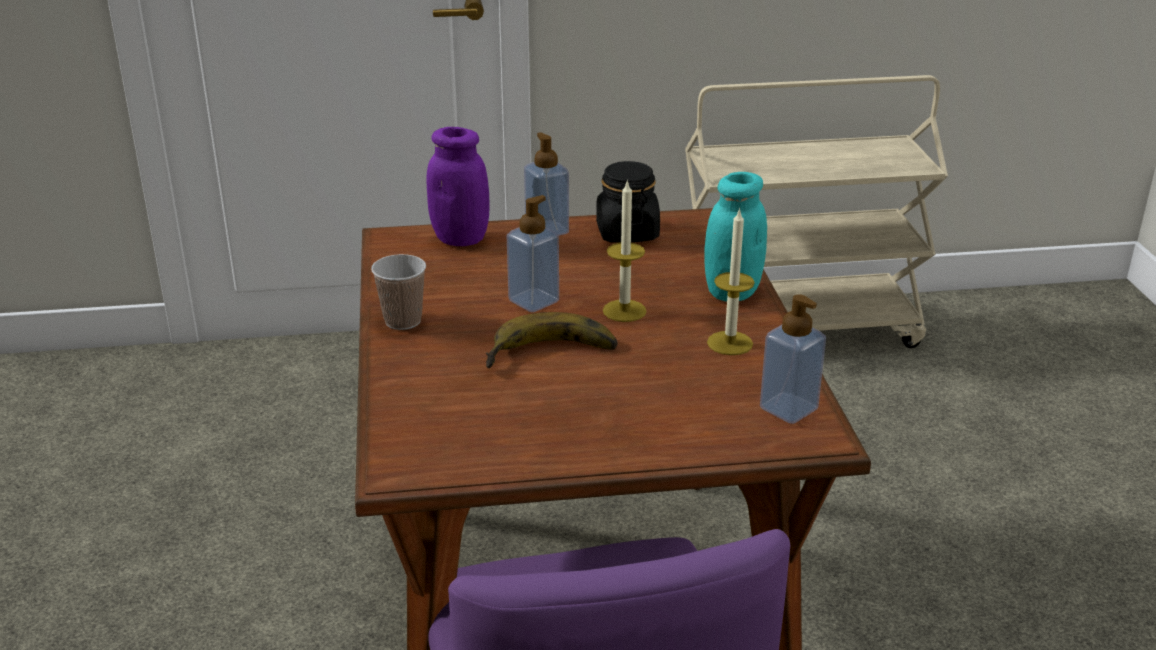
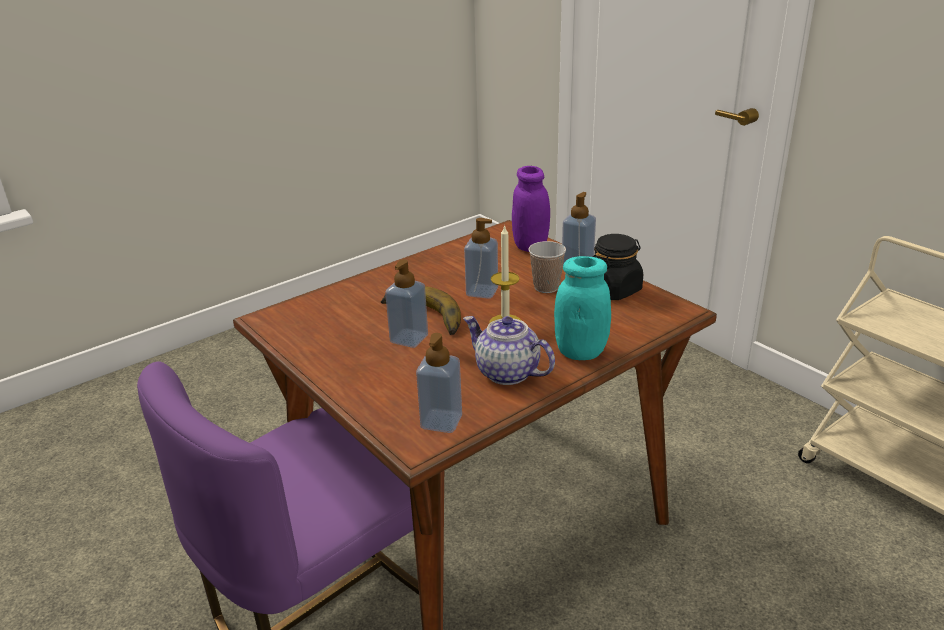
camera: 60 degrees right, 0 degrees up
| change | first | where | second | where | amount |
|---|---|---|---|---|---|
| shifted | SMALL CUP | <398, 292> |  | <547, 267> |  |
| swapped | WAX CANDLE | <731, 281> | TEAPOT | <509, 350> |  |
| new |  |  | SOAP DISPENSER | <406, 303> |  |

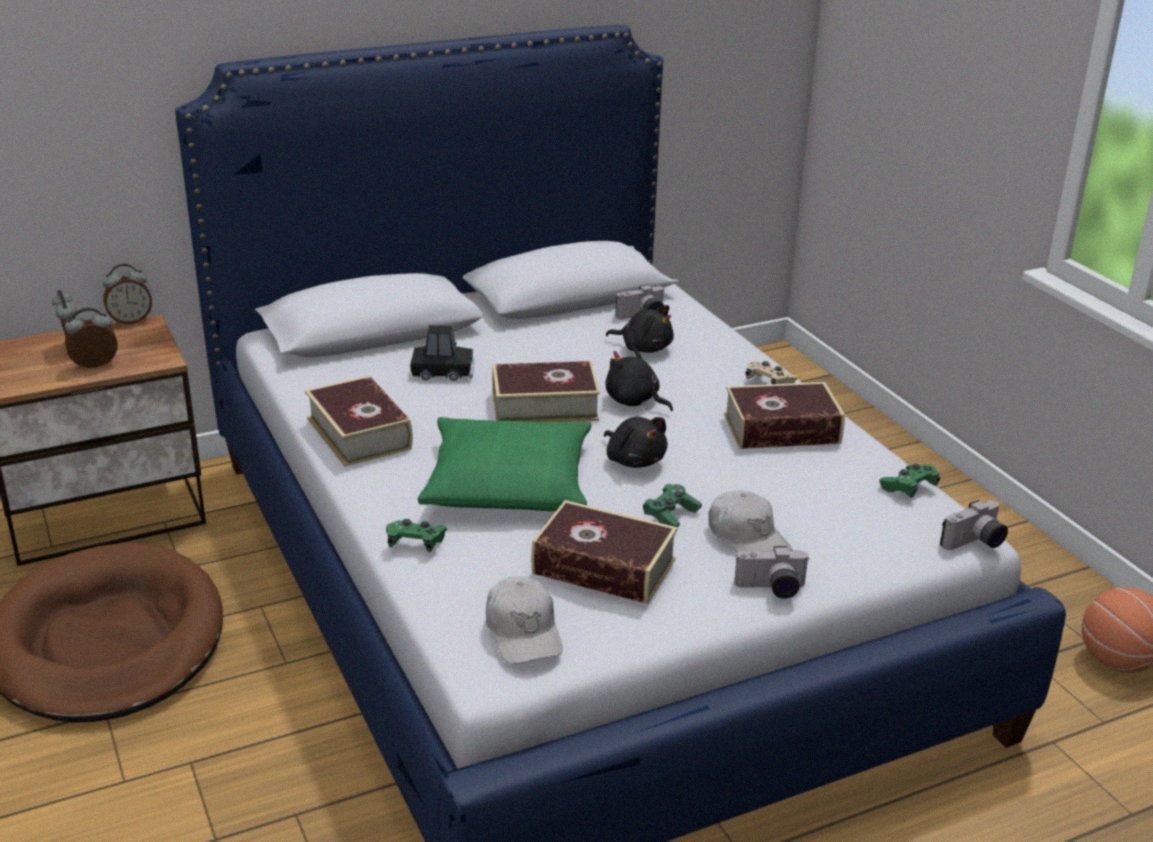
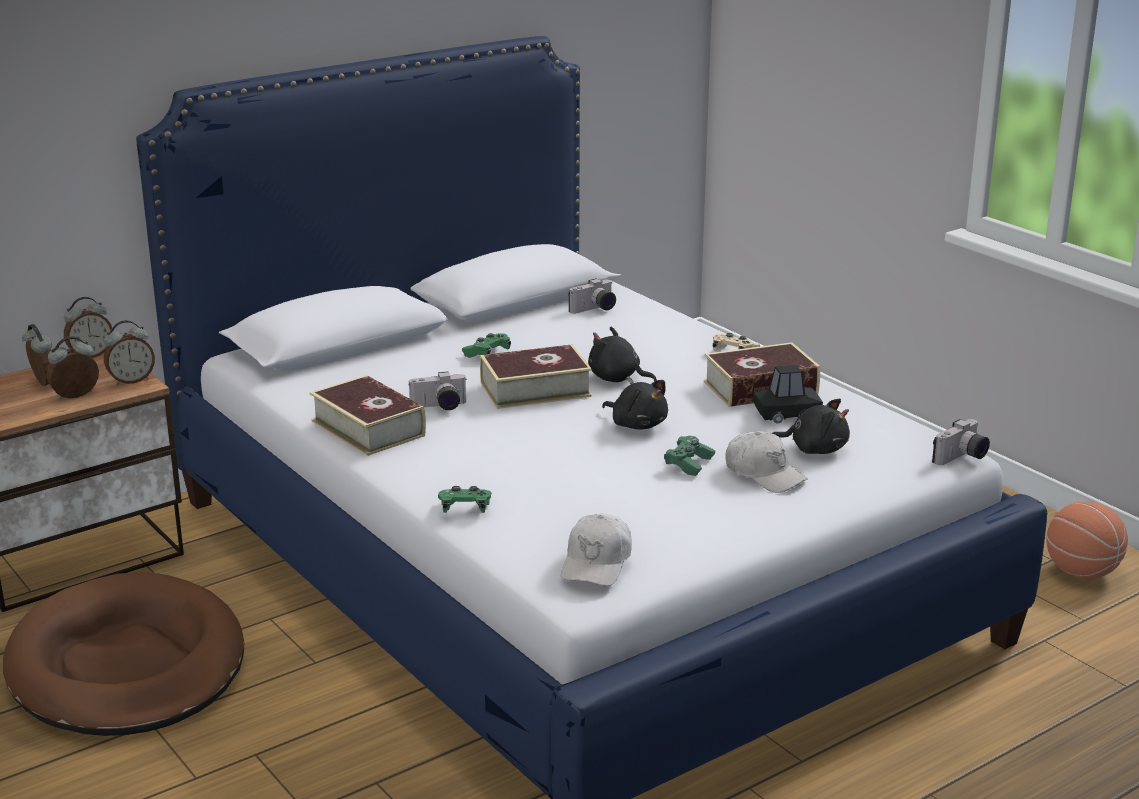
camera: 10 degrees left, 5 degrees down
| change | first | where | second | where | amount |
|---|---|---|---|---|---|
| shifted | BLACKISH MINIATURE CAR | <442, 353> |  | <788, 394> |  |
| gone | GREEN THROW PILLOW | <504, 464> |  |  |  |
| rotated | WHITE BASEBALL CAP | <524, 620> |  | <596, 549> | 45 degrees clockwise |
| gone | BOUND BOOK | <604, 552> |  |  |  |
| shifted | BLACKISH CUDDLY TOY | <640, 329> |  | <810, 426> |  |
| shifted | PHOTO CAMERA | <772, 572> |  | <437, 390> |  |
| shifted | GREEN JOYPAD | <909, 481> |  | <486, 345> |  |
| new |  |  | ALARM CLOCK | <129, 352> |  |

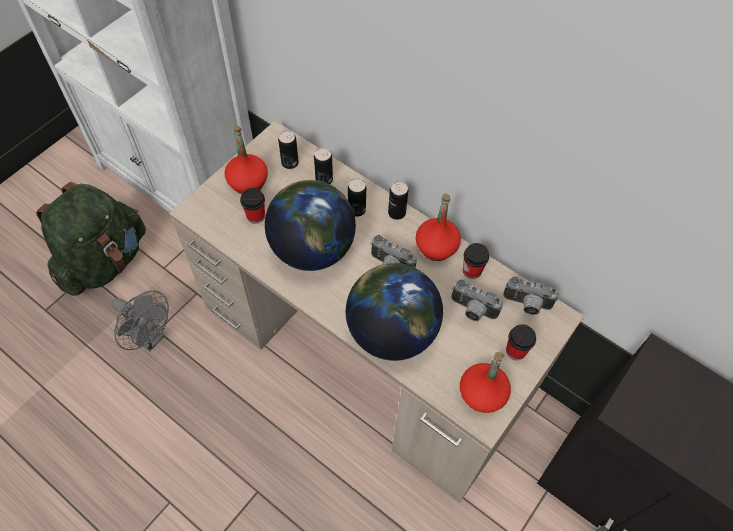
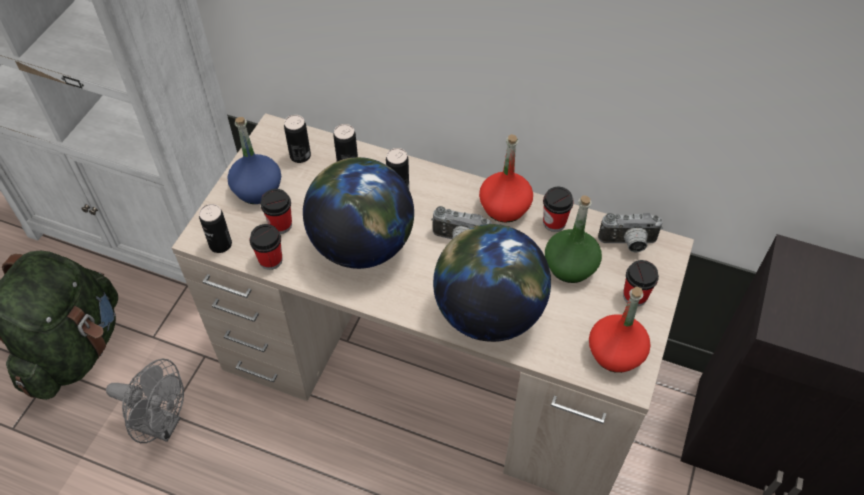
camera: 15 degrees left, 5 degrees down
| change | first | where | second | where | amount |
|---|---|---|---|---|---|
| repainted | REDDISH DRINK BOTTLE | <246, 160> | BLUISH DRINK BOTTLE | <254, 160> |  |
| shifted | CAN | <398, 200> |  | <215, 228> |  |
| swapped | PHOTO CAMERA | <477, 300> | GREEN DRINK BOTTLE | <573, 239> |  |
| new |  |  | SMALL CUP | <266, 247> |  |

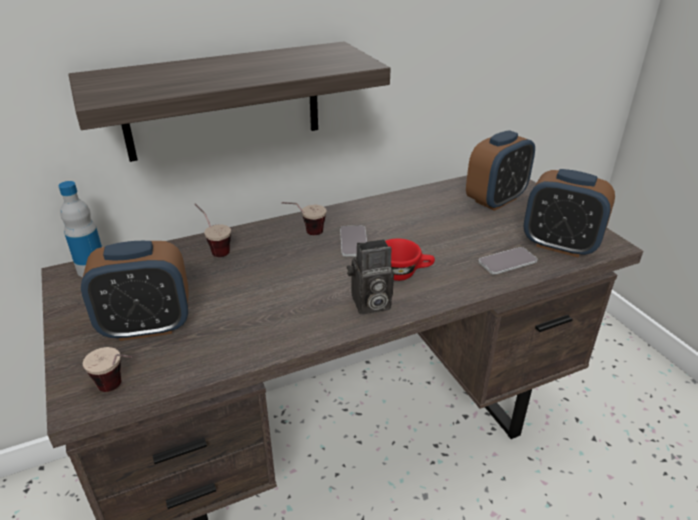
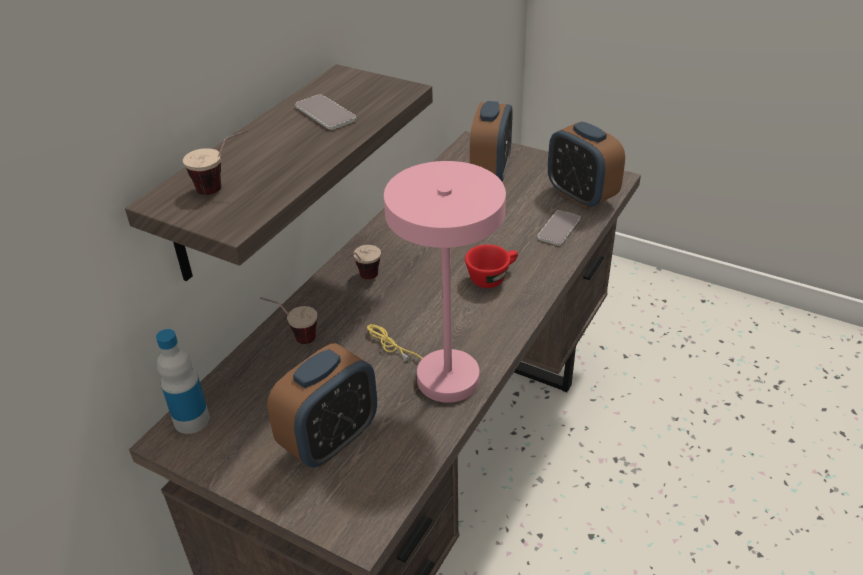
camera: 35 degrees left, 5 degrees up
| change | first | where | second | where | amount |
|---|---|---|---|---|---|
| shifted | SMALL CUP | <107, 369> |  | <215, 162> |  |
| shifted | HANDSET | <353, 241> |  | <325, 112> |  |
| gone | PHOTO CAMERA | <370, 276> |  |  |  |
| rotated | ALARM CLOCK | <569, 213> |  | <586, 165> | 60 degrees clockwise |
| new |  |  | PINKISH LAMP FOR A TABLE | <436, 282> |  |

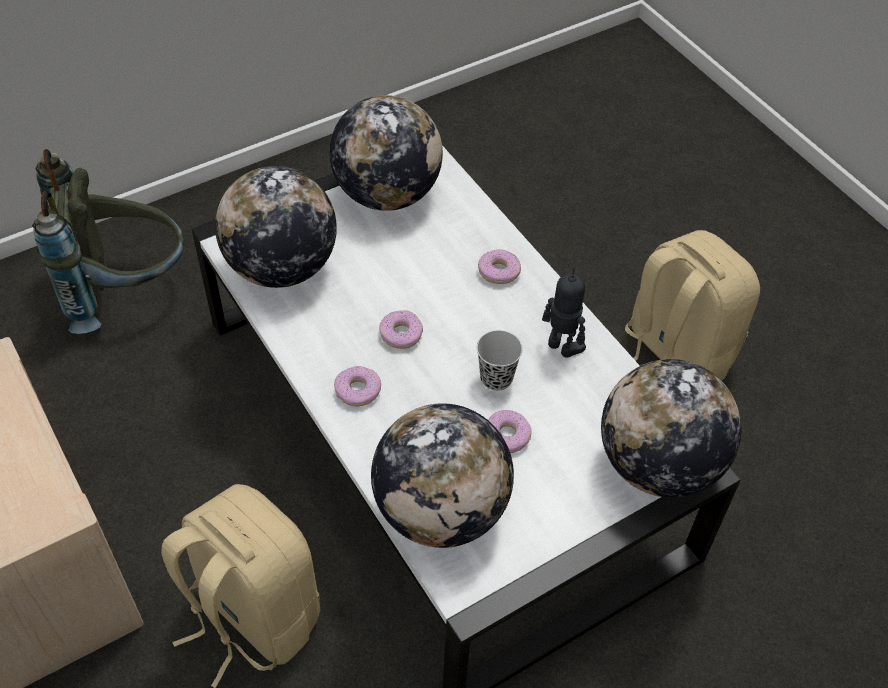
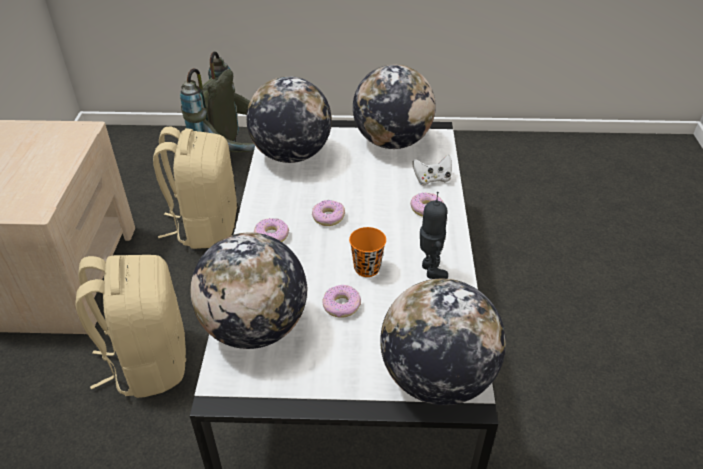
camera: 35 degrees right, 10 degrees down
| change | first | where | second | where | amount |
|---|---|---|---|---|---|
| repainted | BLACKISH SMALL CUP | <500, 360> | ORANGEY SMALL CUP | <367, 252> |  |
| shifted | BEIGE KNAPSACK | <692, 305> |  | <195, 188> |  |
| new |  |  | WHITE JOYPAD | <432, 170> |  |

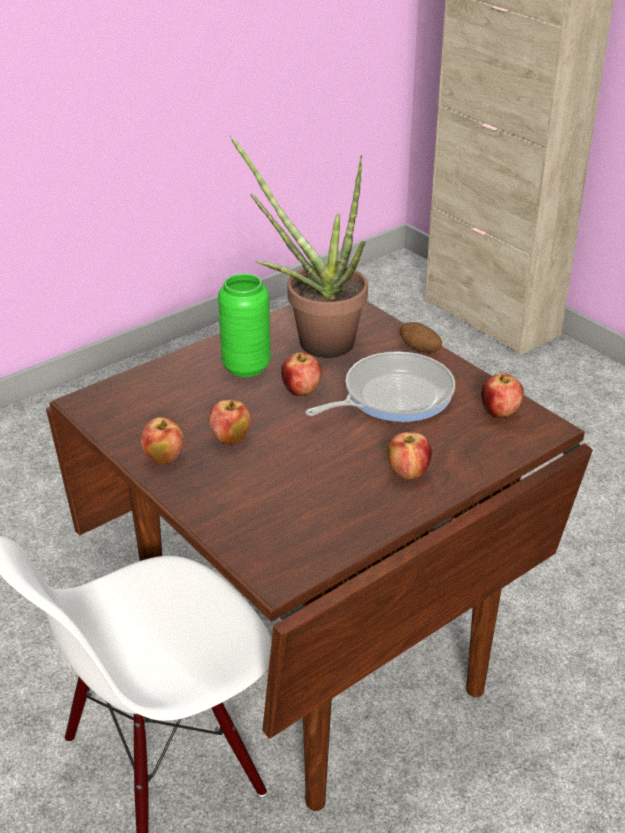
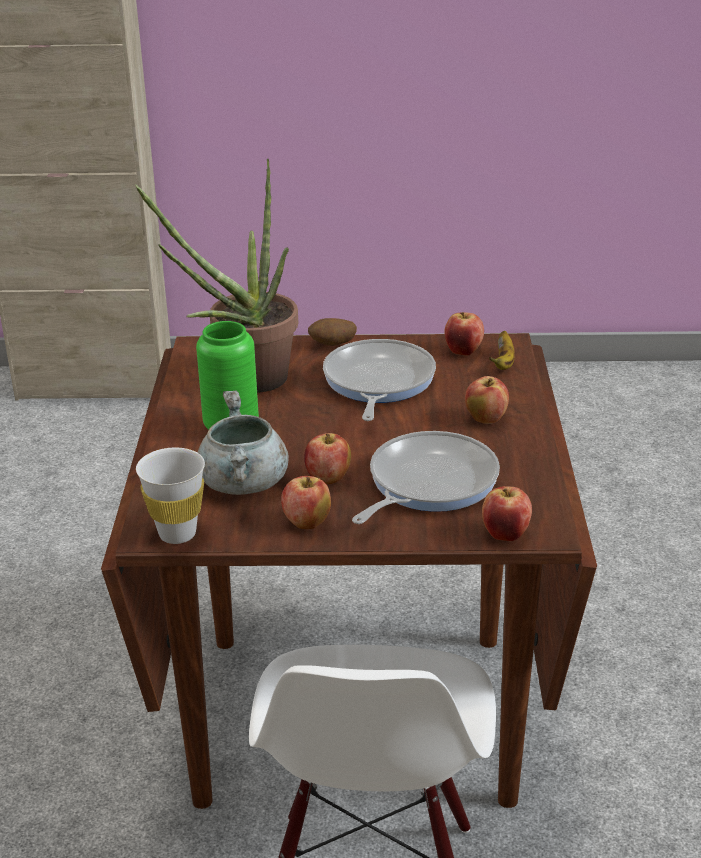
camera: 50 degrees left, 5 degrees down
| change | first | where | second | where | amount |
|---|---|---|---|---|---|
| shifted | APPLE FRUIT | <301, 374> |  | <507, 513> |  |
| new |  |  | WHITE SMALL CUP | <170, 496> |  |
| new |  |  | GREY STOCKPOT | <243, 442> |  |
| new |  |  | PAN | <426, 477> |  |
| new |  |  | WHOLE BANANA | <502, 350> |  |

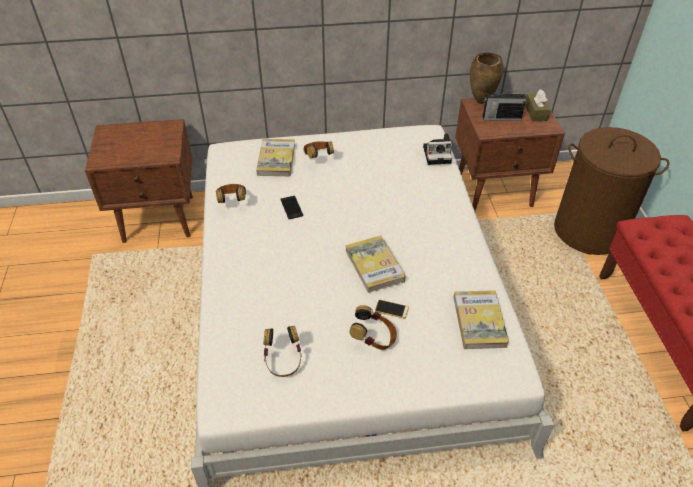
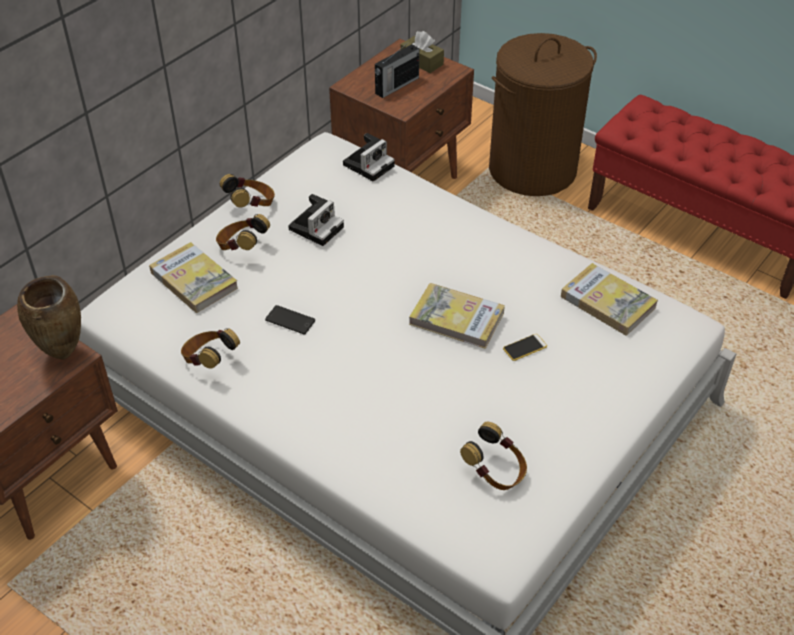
camera: 45 degrees left, 0 degrees up
| change | first | where | second | where | amount |
|---|---|---|---|---|---|
| shifted | HEADSET | <373, 327> |  | <247, 191> |  |
| shifted | BROWNISH FLOWER VASE | <486, 78> |  | <49, 317> |  |
| new |  |  | PHOTO CAMERA | <316, 220> |  |

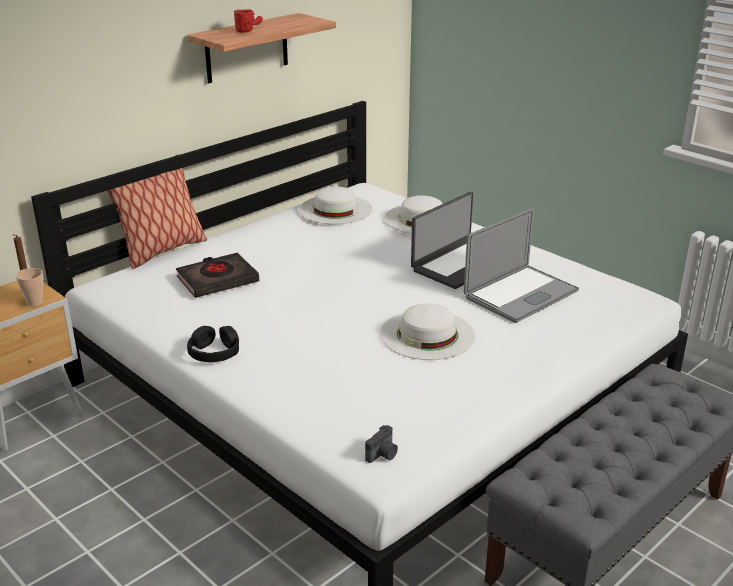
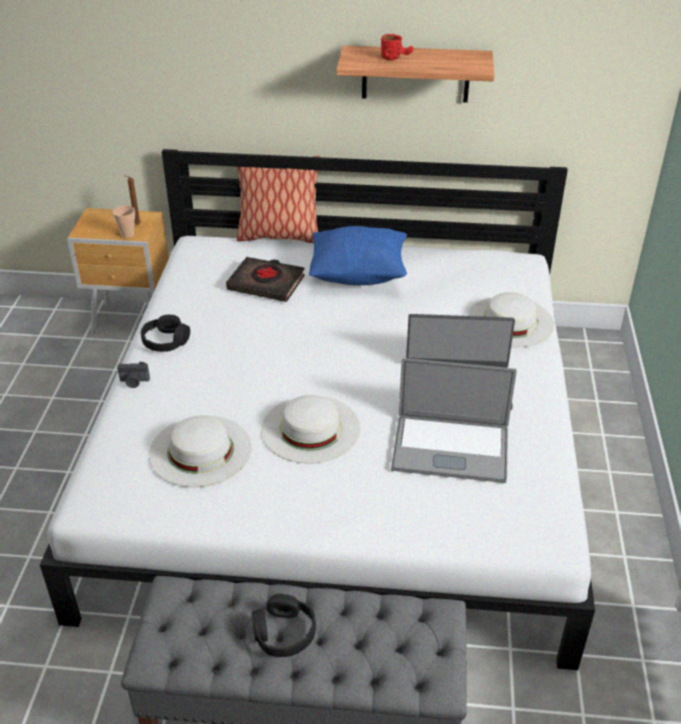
camera: 50 degrees right, 10 degrees up
| change | first | where | second | where | amount |
|---|---|---|---|---|---|
| shifted | WHITE CLOTHING HAT | <335, 205> |  | <200, 451> |  |
| shifted | PHOTO CAMERA | <381, 444> |  | <133, 375> |  |
| new |  |  | BLACKISH HEADSET | <284, 625> |  |
| new |  |  | BLUISH THROW PILLOW | <358, 255> |  |

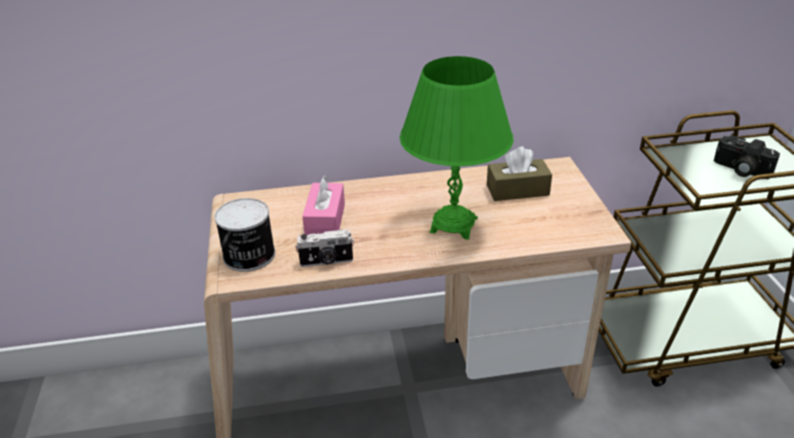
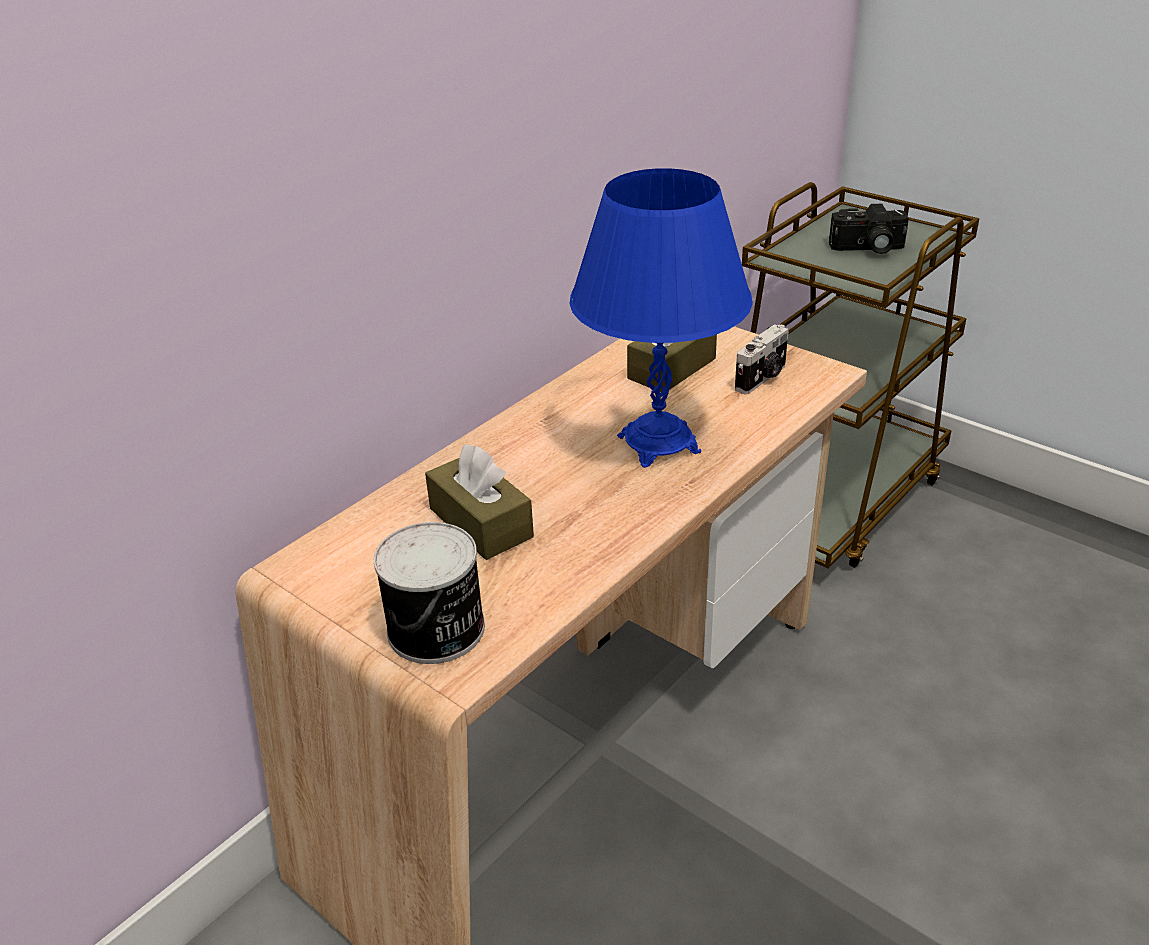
camera: 40 degrees left, 0 degrees up
| change | first | where | second | where | amount |
|---|---|---|---|---|---|
| shifted | PHOTO CAMERA | <325, 248> |  | <762, 359> |  |
| repainted | PINKISH BOX OF TISSUES | <323, 205> | BROWNISH BOX OF TISSUES | <479, 502> |  |
| repainted | GREEN LAMP FOR A TABLE | <457, 148> | BLUISH LAMP FOR A TABLE | <661, 318> |  |

